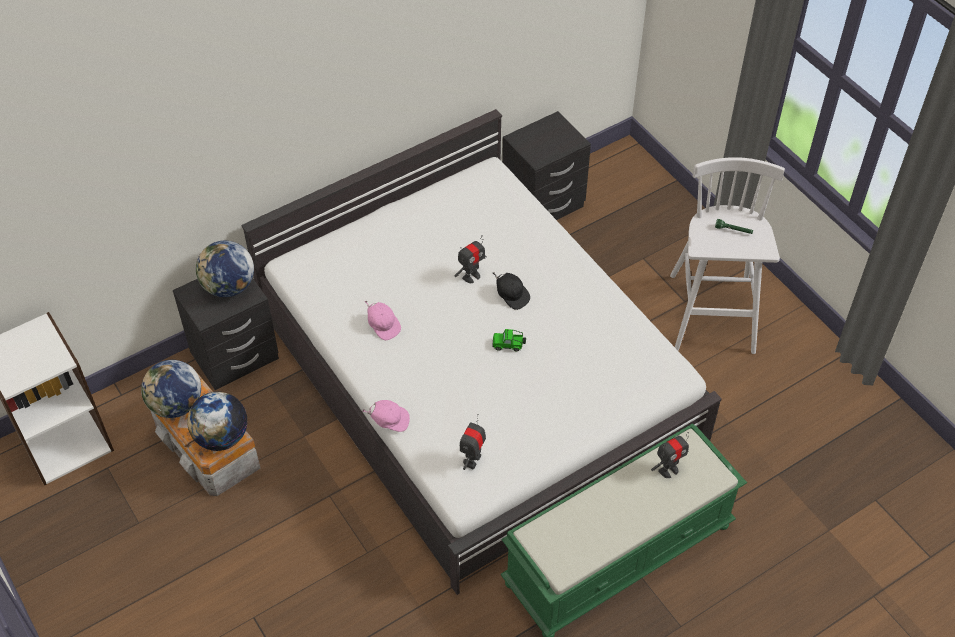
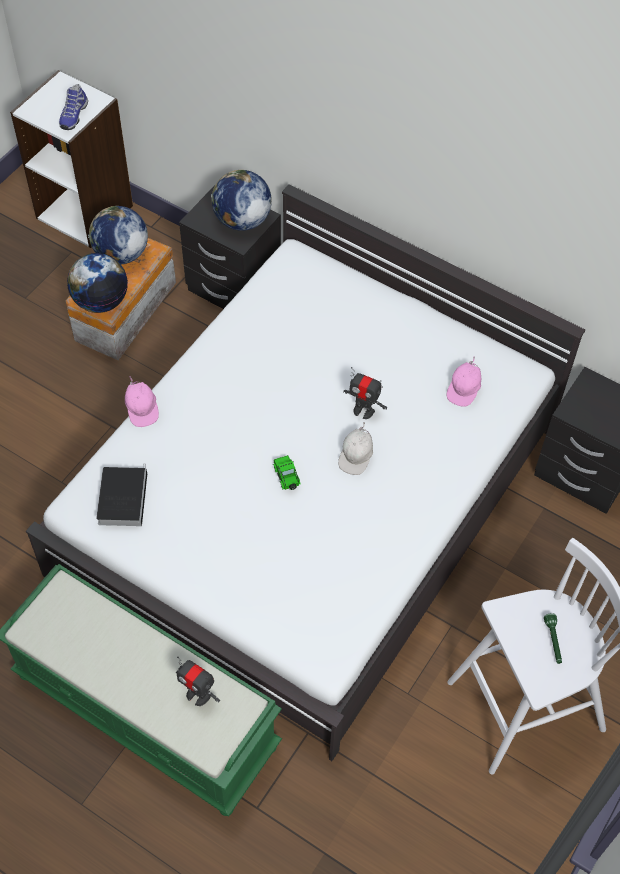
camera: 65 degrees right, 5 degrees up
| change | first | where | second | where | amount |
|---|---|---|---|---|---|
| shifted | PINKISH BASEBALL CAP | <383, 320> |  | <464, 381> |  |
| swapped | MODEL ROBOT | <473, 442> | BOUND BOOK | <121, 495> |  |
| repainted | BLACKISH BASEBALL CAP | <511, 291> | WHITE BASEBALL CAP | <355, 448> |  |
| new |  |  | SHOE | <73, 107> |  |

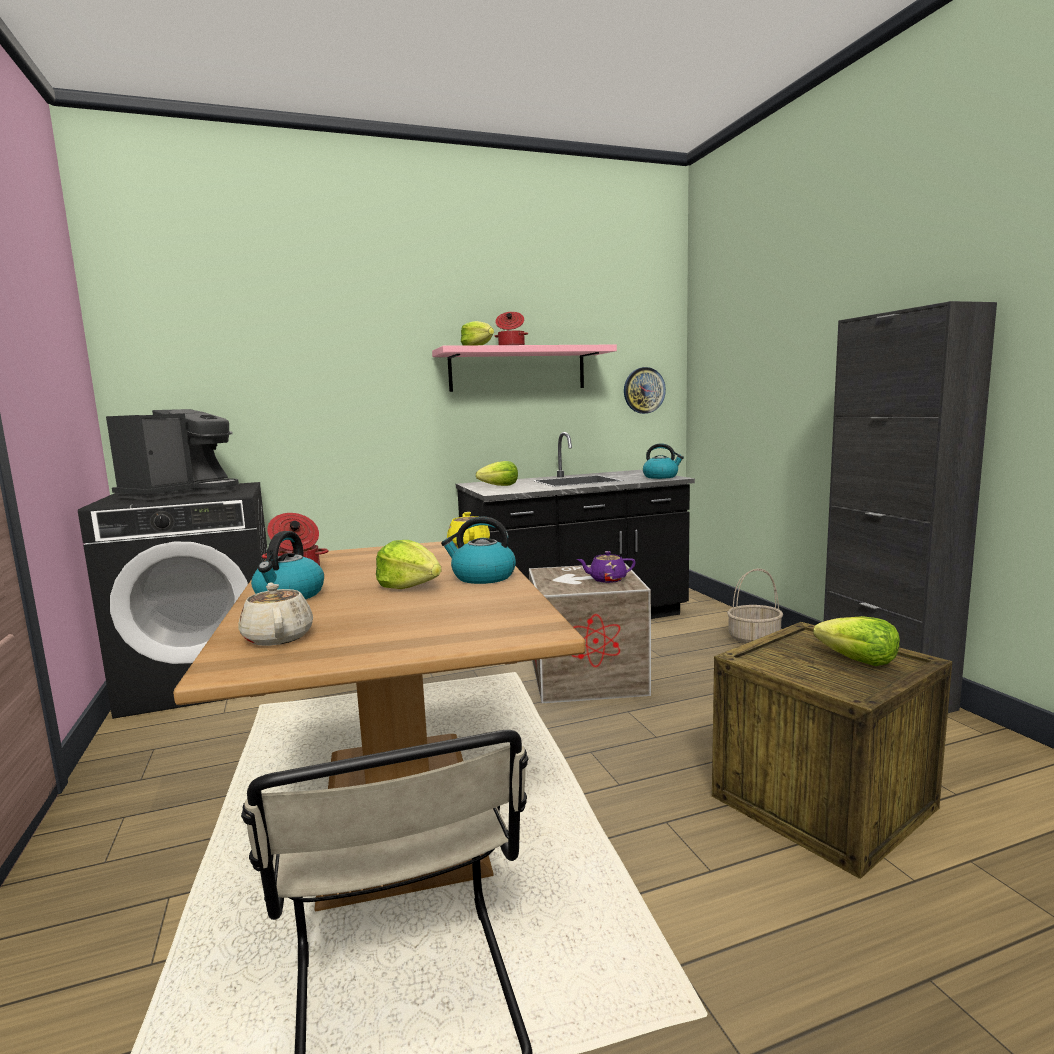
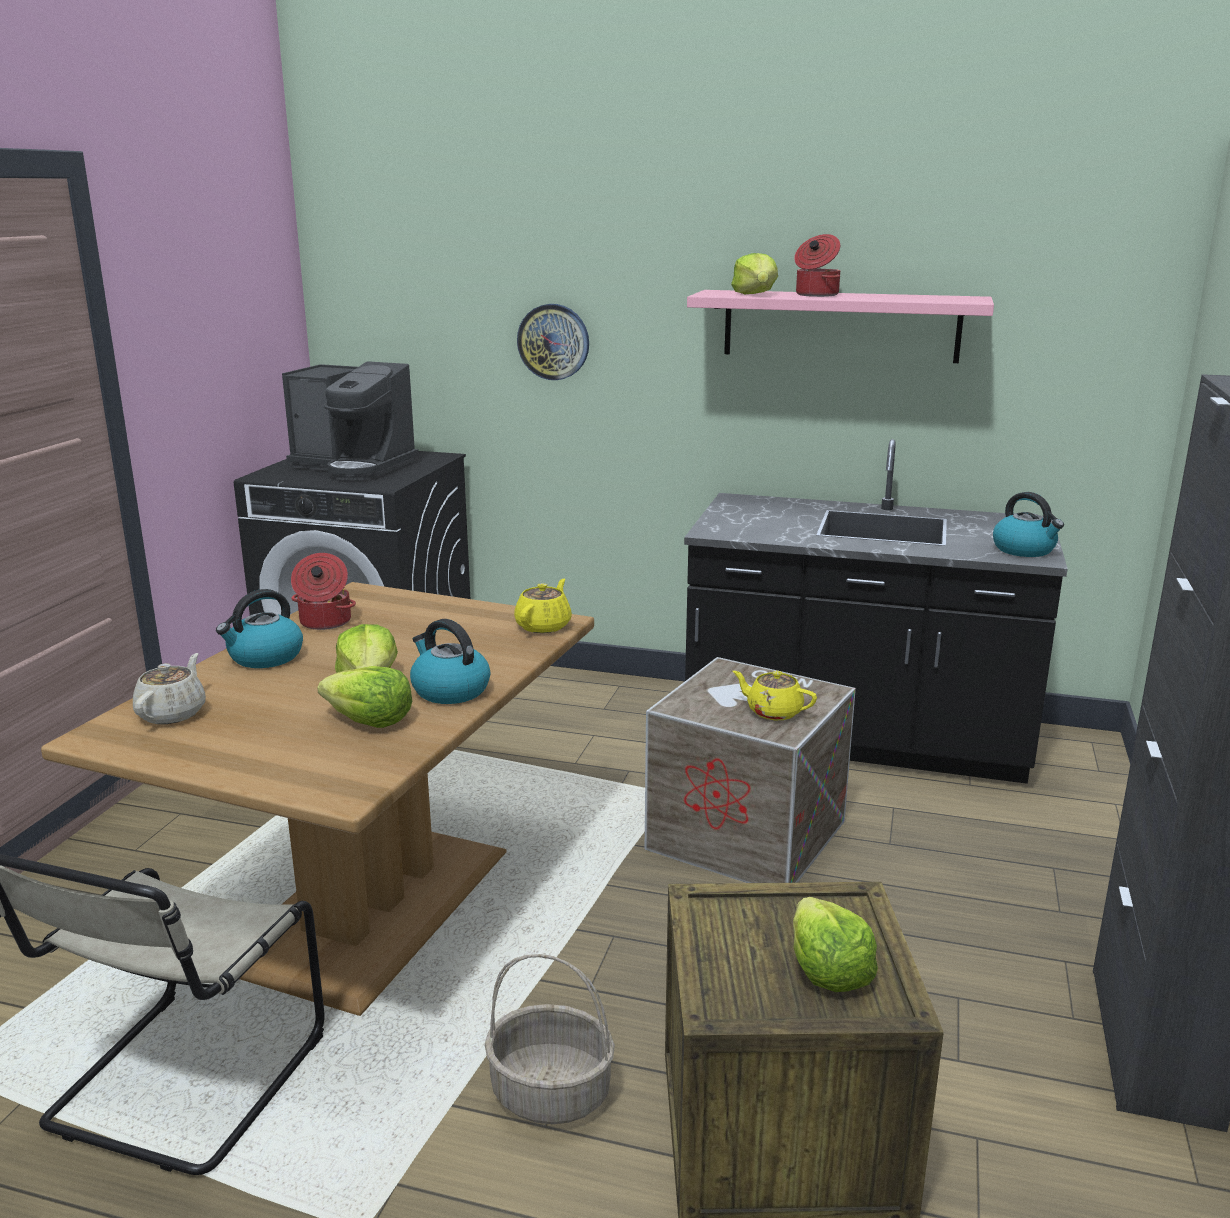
camera: 35 degrees right, 10 degrees up
| change | first | where | second | where | amount |
|---|---|---|---|---|---|
| rotated | COFFEE MACHINE | <172, 454> |  | <350, 421> | 45 degrees clockwise |
| shifted | LETTUCE HEAD | <497, 473> |  | <364, 697> |  |
| repainted | PURPLE TEAPOT | <606, 567> | YELLOW-COLOURED TEAPOT | <775, 695> |  |
| shifted | HANGING CLOCK | <645, 390> |  | <553, 342> |  |
| shifted | HOUSEHOLD BASKET | <755, 606> |  | <549, 1039> |  |

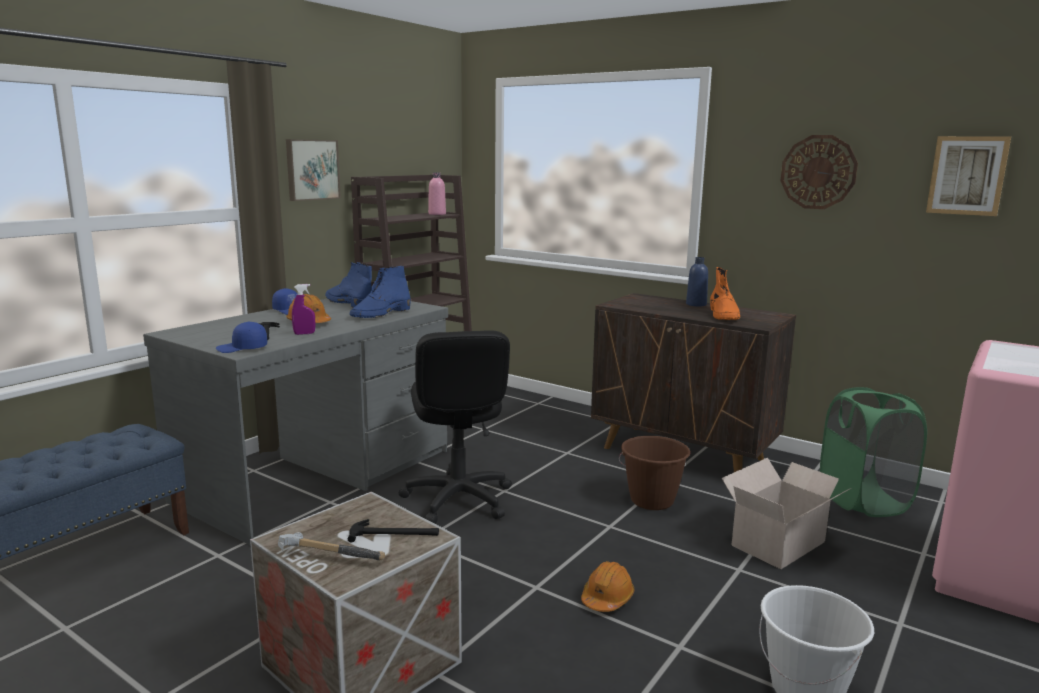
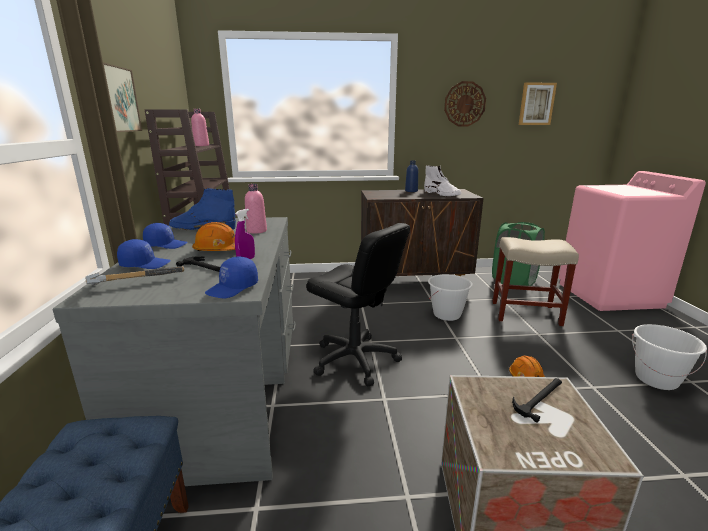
camera: 40 degrees left, 5 degrees up
| change | first | where | second | where | amount |
|---|---|---|---|---|---|
| shifted | HAMMER | <331, 546> |  | <134, 275> |  |
| swapped | BLUISH HIGH-TOP BOOT | <380, 292> | PINKISH DRINK BOTTLE | <256, 209> |  |
| repainted | BROWNISH PAIL | <654, 473> | WHITE PAIL | <450, 297> |  |
| repainted | ORANGEY HIGH-TOP BOOT | <725, 293> | WHITE HIGH-TOP BOOT | <442, 180> |  |
| swapped | CARTON | <786, 513> | BEIGE SITTING STOOL | <535, 281> |  |
| new |  |  | BLUISH BASEBALL CAP | <144, 254> |  |

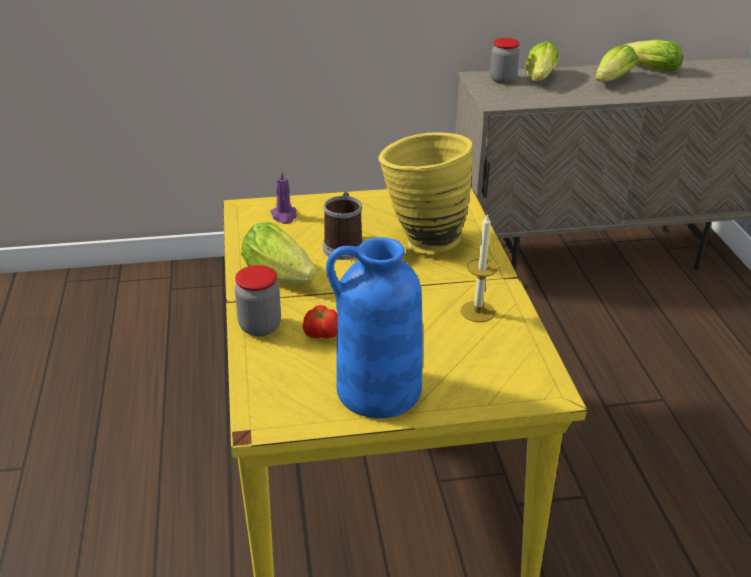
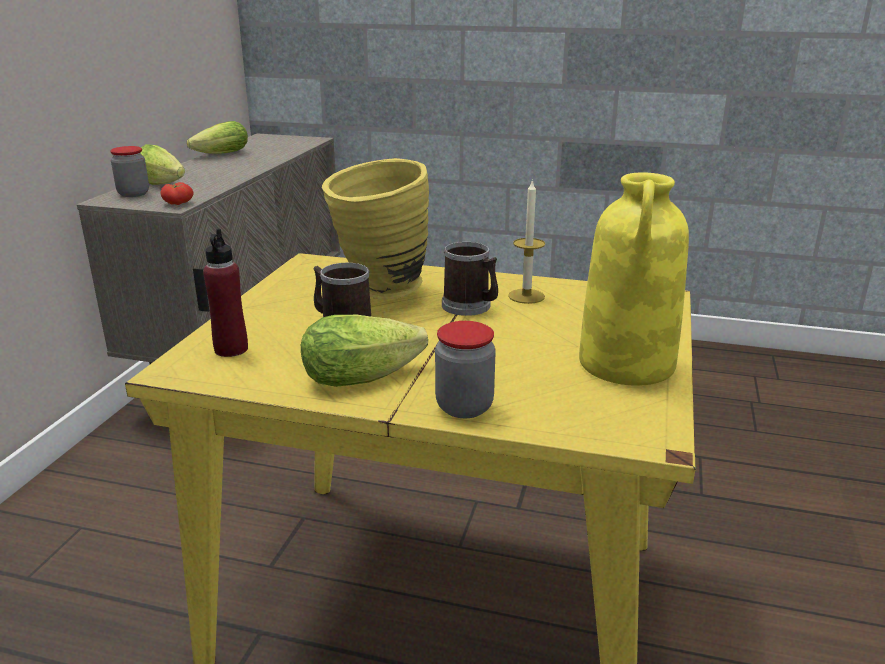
camera: 65 degrees left, 10 degrees down
| change | first | where | second | where | amount |
|---|---|---|---|---|---|
| swapped | PURPLE WAX CANDLE | <283, 196> | REDDISH DRINK BOTTLE | <225, 293> |  |
| shifted | WHOLE TOMATO | <320, 321> |  | <177, 193> |  |
| repainted | BLUISH FLOWER VASE | <374, 327> | YELLOW-COLOURED FLOWER VASE | <634, 279> |  |
| gone | LETTUCE HEAD | <615, 63> |  |  |  |
| new |  |  | TEA MUG | <470, 279> |  |

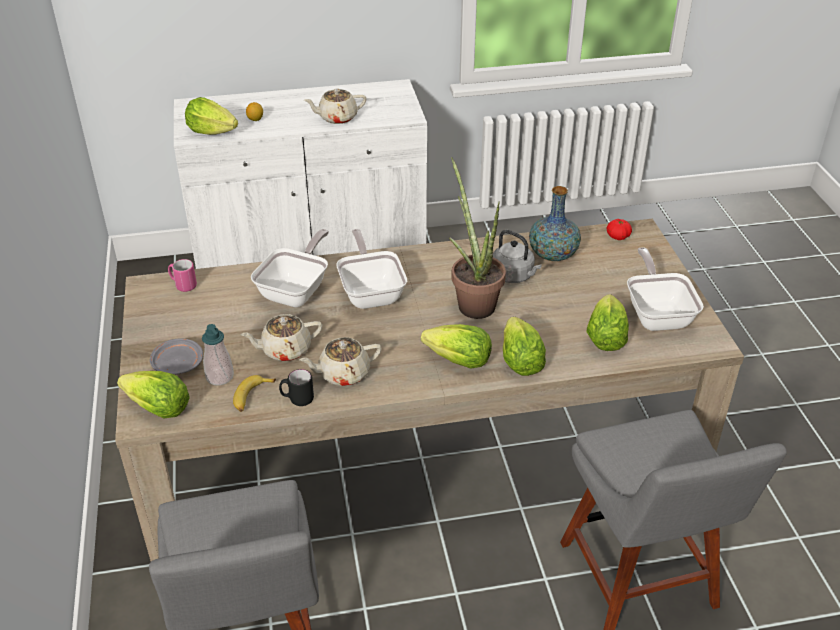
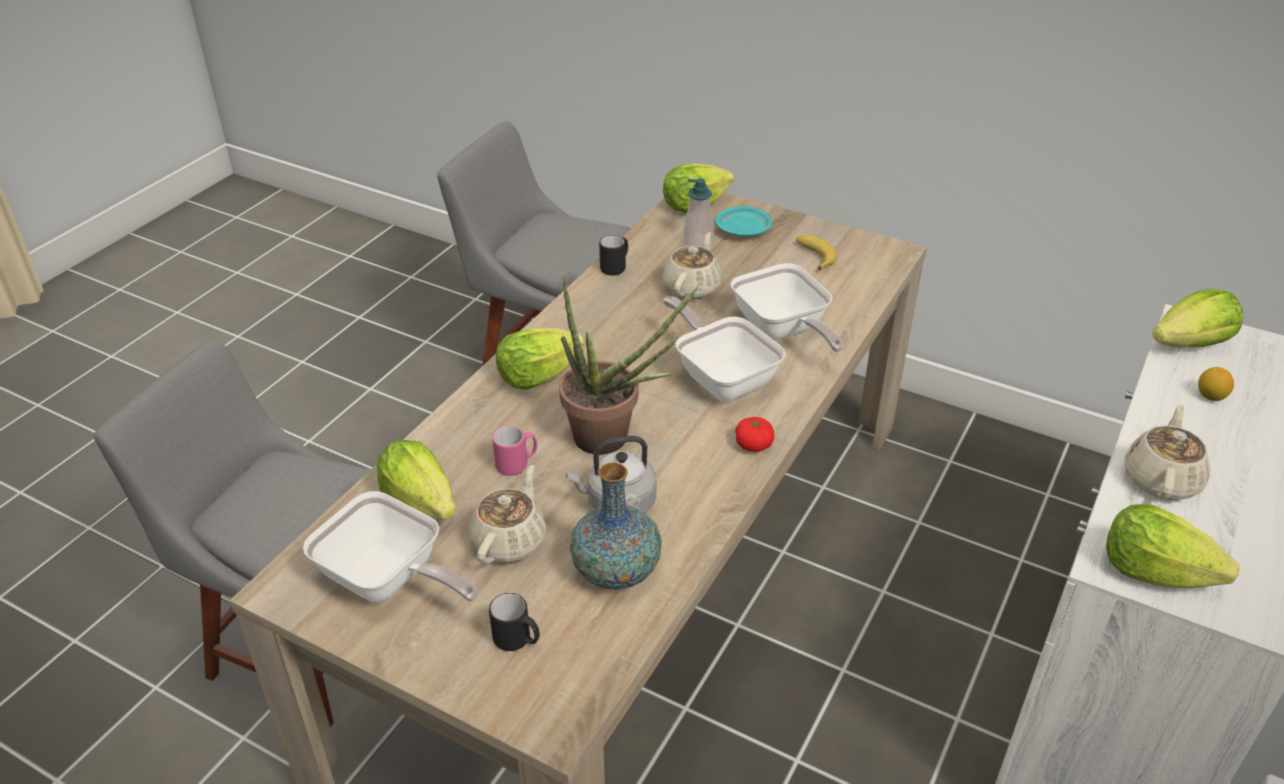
camera: 130 degrees right, 0 degrees up
| change | first | where | second | where | amount |
|---|---|---|---|---|---|
| repainted | GREY DINNER PLATE | <176, 356> | TURQUOISE-COLOURED DINNER PLATE | <744, 221> |  |
| shifted | PINKISH TEA MUG | <182, 275> |  | <514, 451> |  |
| shifted | WHOLE BANANA | <254, 393> |  | <816, 252> |  |
| shifted | BEIGE TEAPOT | <340, 361> |  | <508, 514> |  |
| rotated | PAN | <372, 269> |  | <724, 348> | 150 degrees counterclockwise |
| shifted | LETTUCE HEAD | <524, 346> |  | <1173, 545> |  |
| shifted | WHOLE TOMATO | <619, 229> |  | <754, 434> |  |
| new |  |  | BLACKISH TEA MUG | <514, 622> |  |

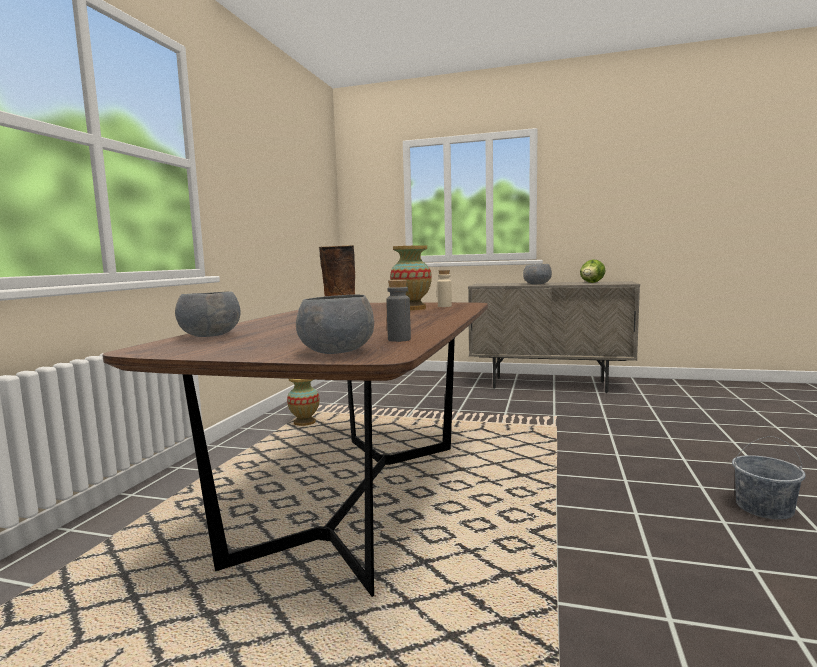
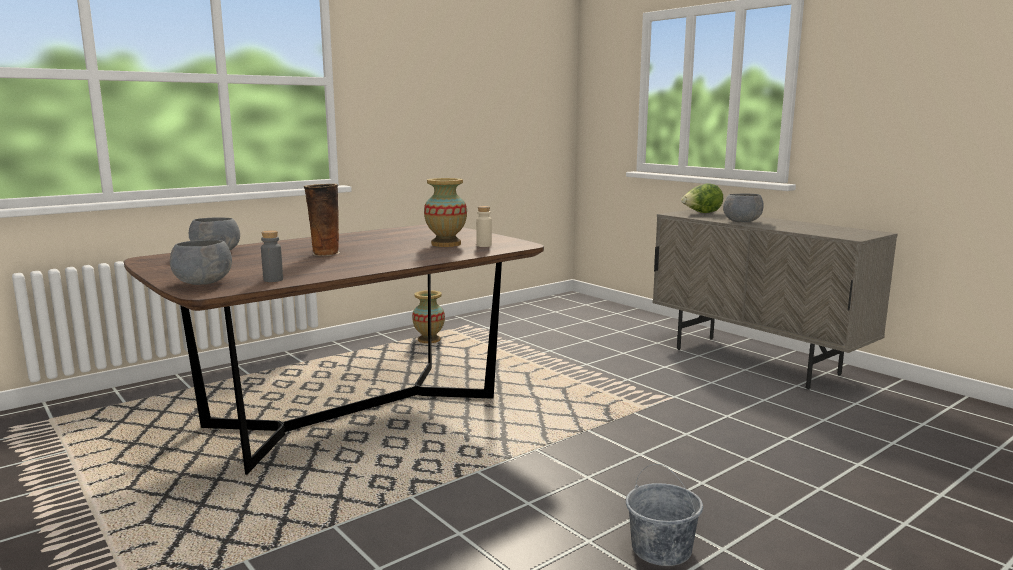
camera: 35 degrees right, 5 degrees up
| change | first | where | second | where | amount |
|---|---|---|---|---|---|
| shifted | LETTUCE HEAD | <593, 271> |  | <702, 198> |  |

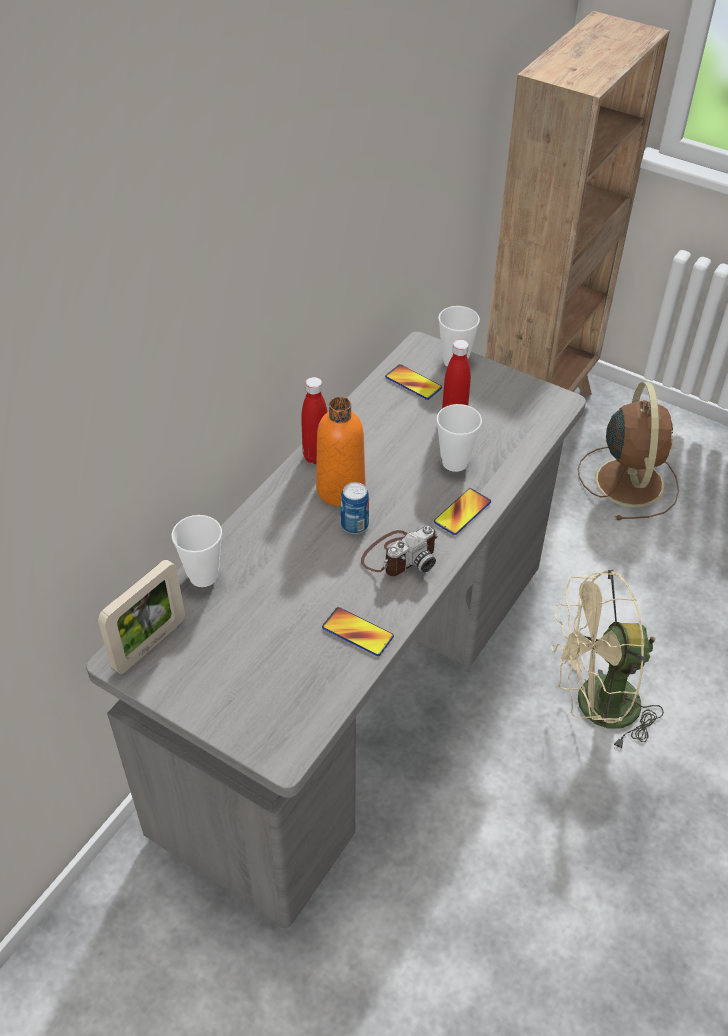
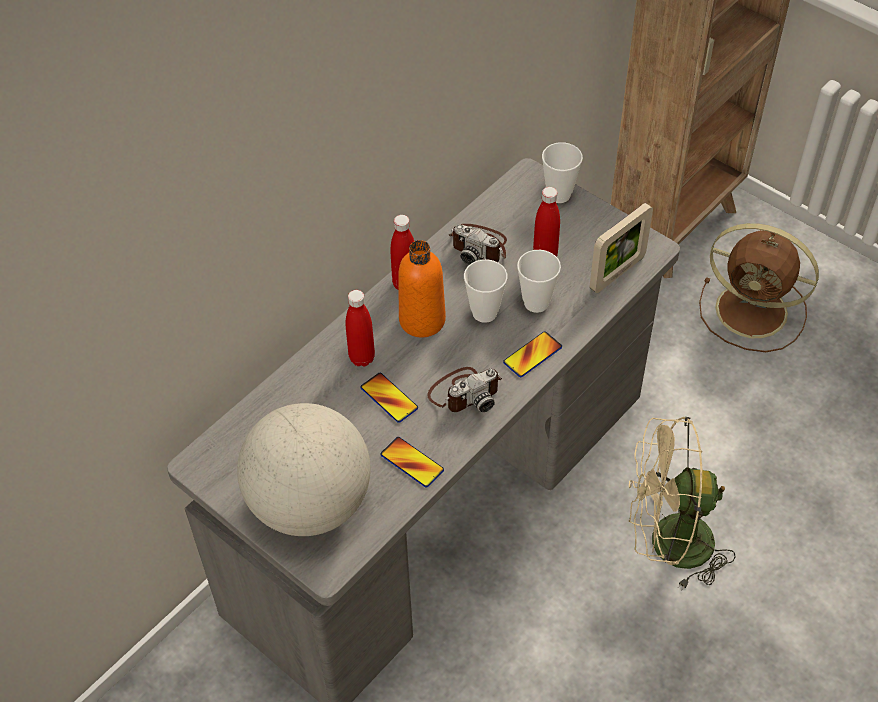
camera: 10 degrees right, 5 degrees up
| change | first | where | second | where | amount |
|---|---|---|---|---|---|
| shifted | PHOTO FRAME | <141, 617> |  | <621, 248> |  |
| shifted | SMALL CUP | <197, 551> |  | <486, 291> |  |
| gone | CAN | <355, 508> |  |  |  |
| shifted | HANDSET | <413, 382> |  | <389, 398> |  |
| rotated | BROWNISH FAN | <628, 451> |  | <759, 287> | 105 degrees clockwise |
| new |  |  | WORLD GLOBE | <304, 469> |  |
| new |  |  | REDDISH DRINK BOTTLE | <360, 328> |  |
| new |  |  | PHOTO CAMERA | <478, 244> |  |

